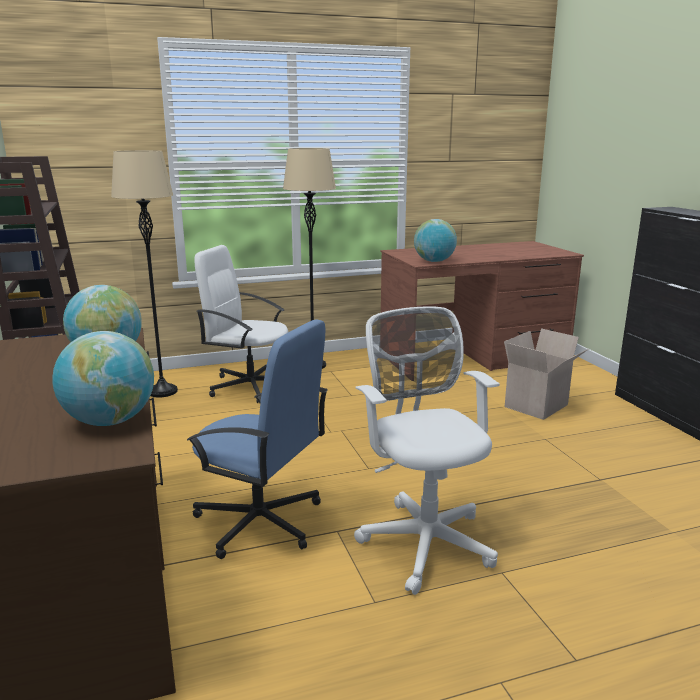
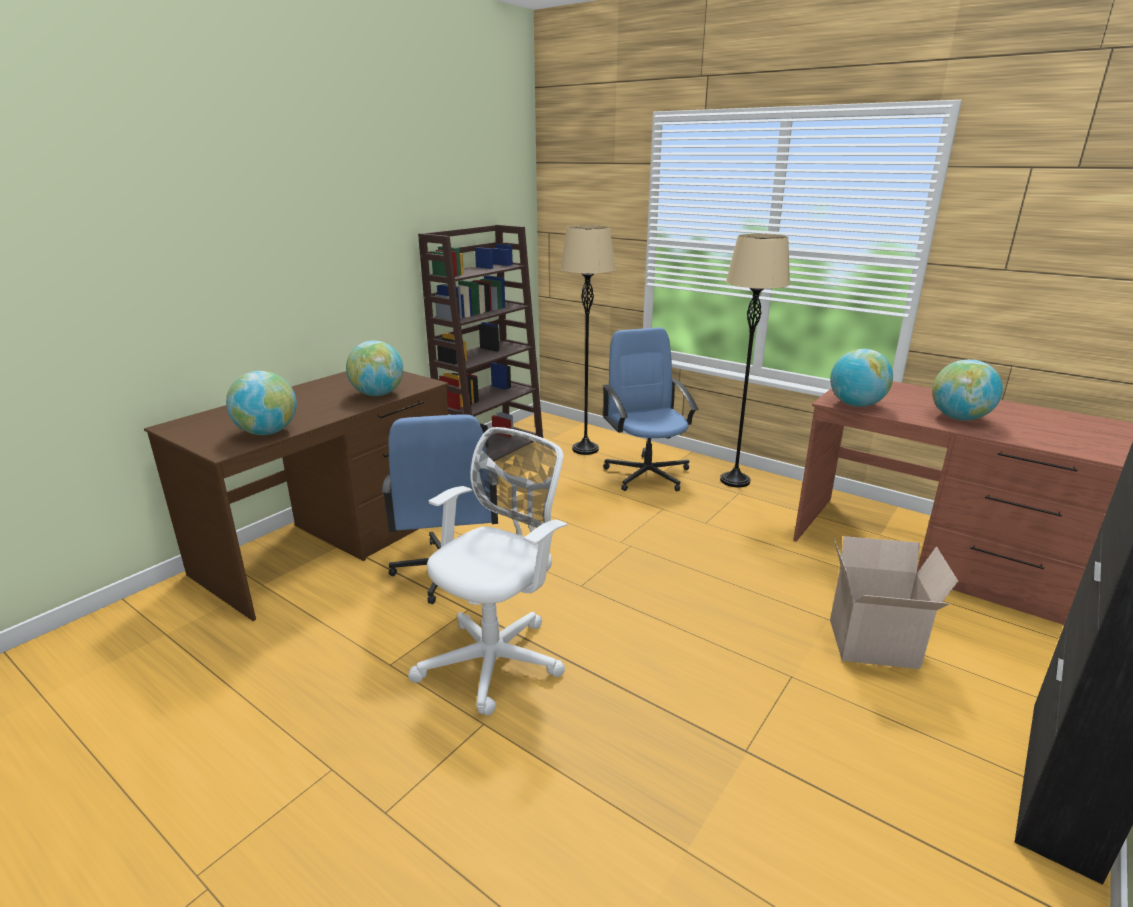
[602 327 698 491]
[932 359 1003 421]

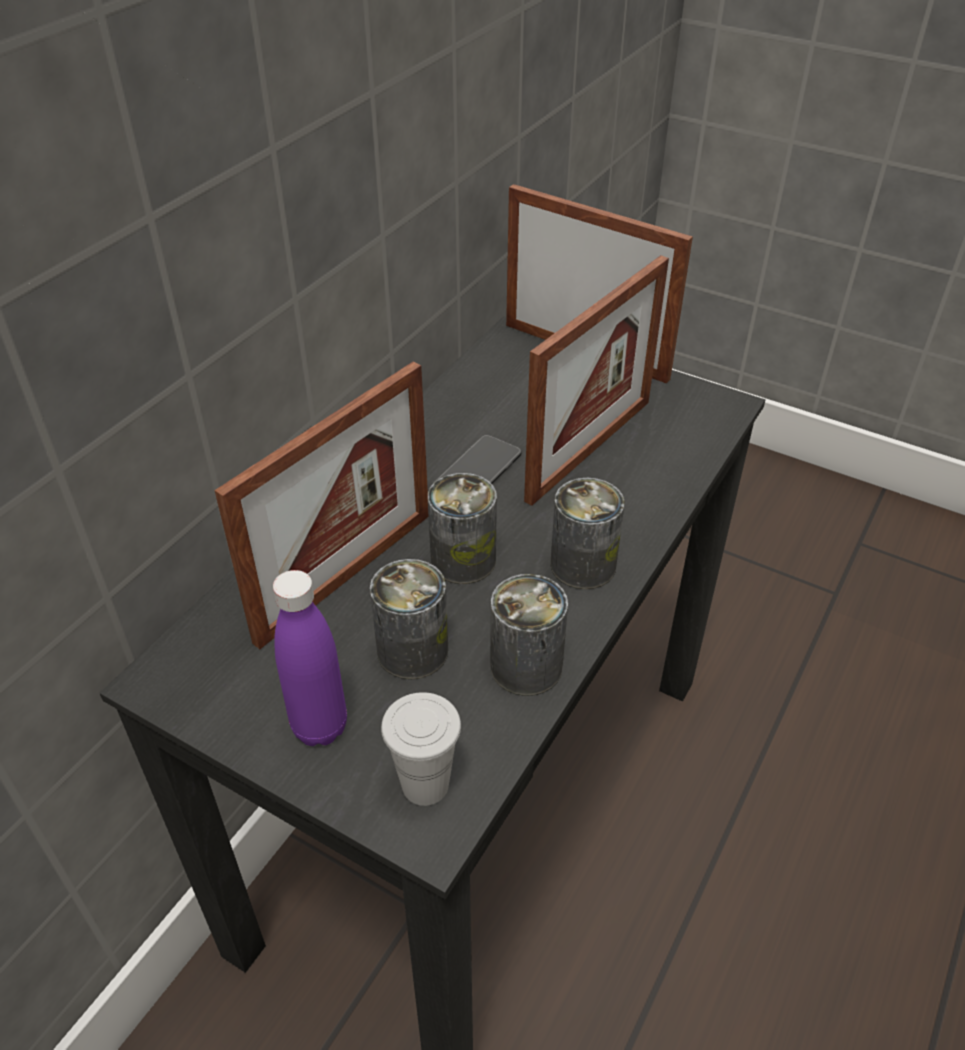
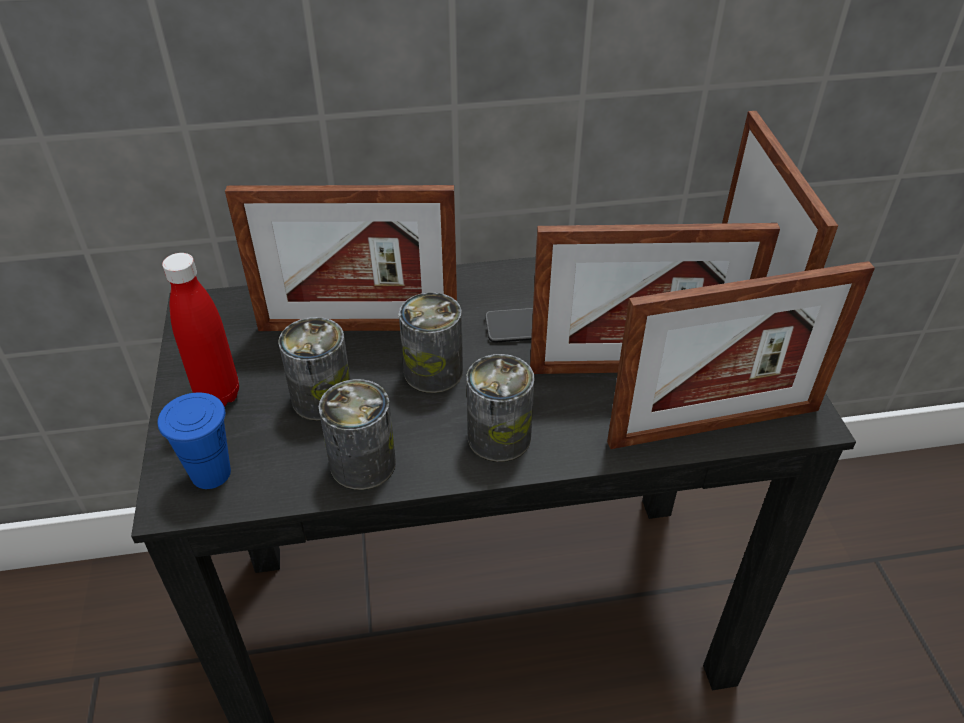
[162 253 239 407]
[158 392 231 489]
[607 261 875 449]

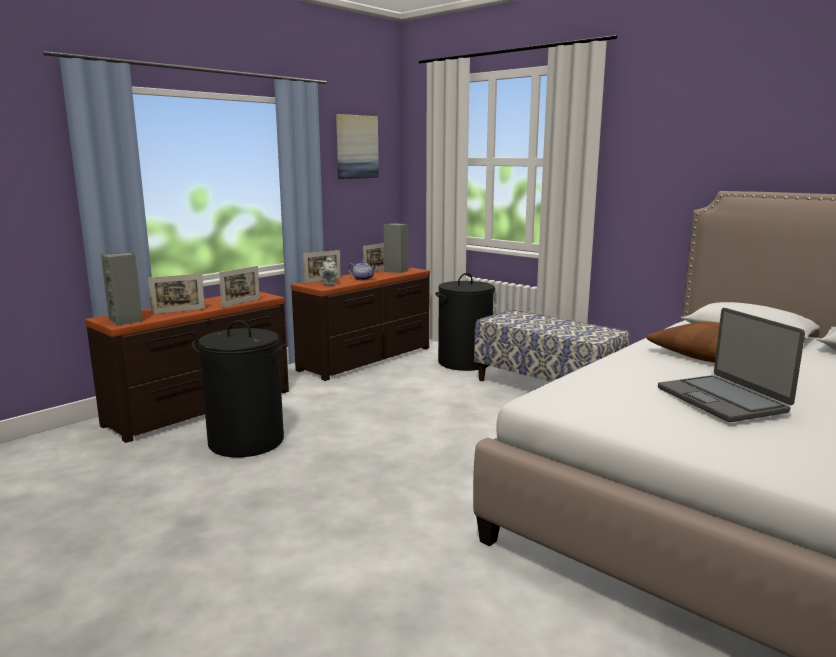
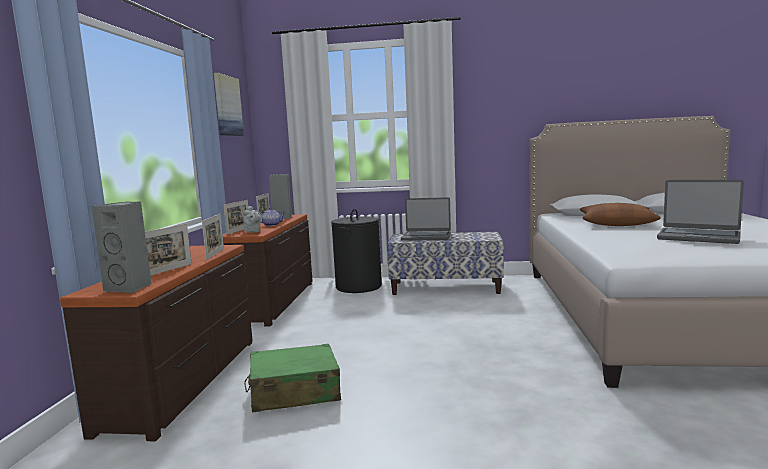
[244 344 341 413]
[401 197 451 240]

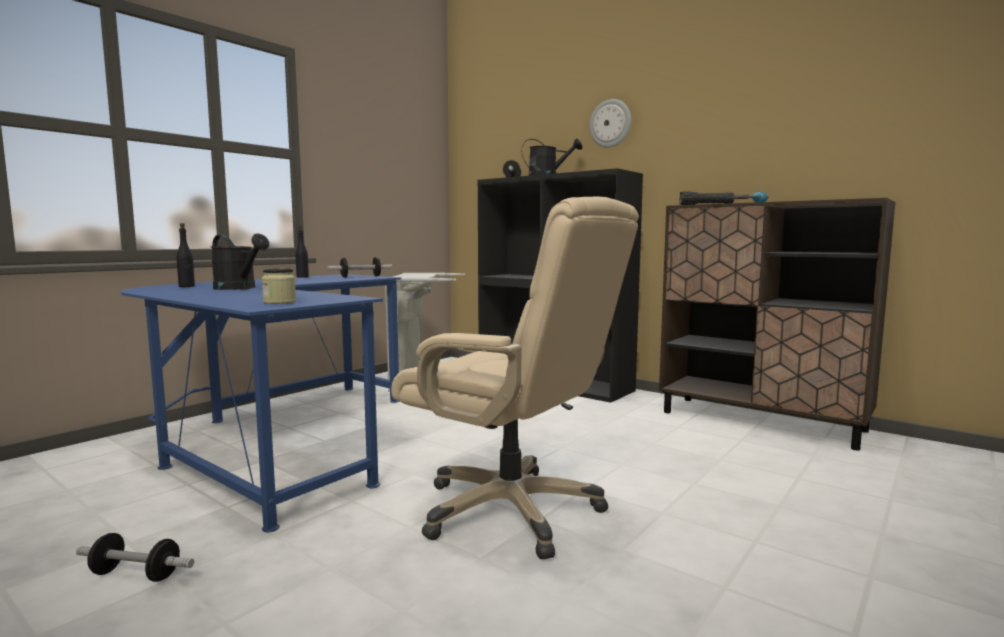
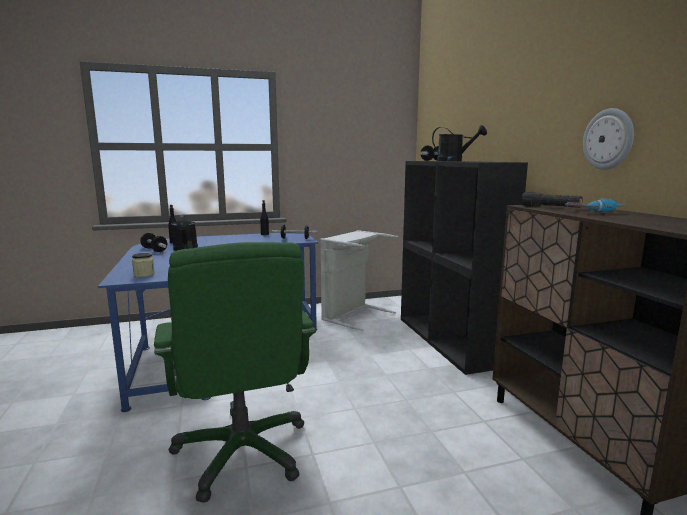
[140 233 167 252]
[154 242 316 503]
[583 108 634 170]

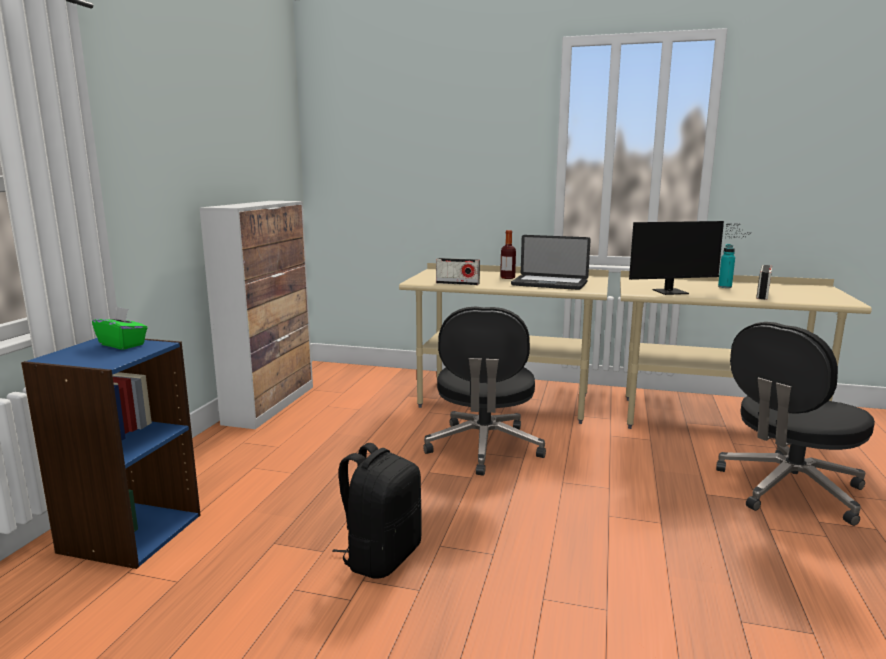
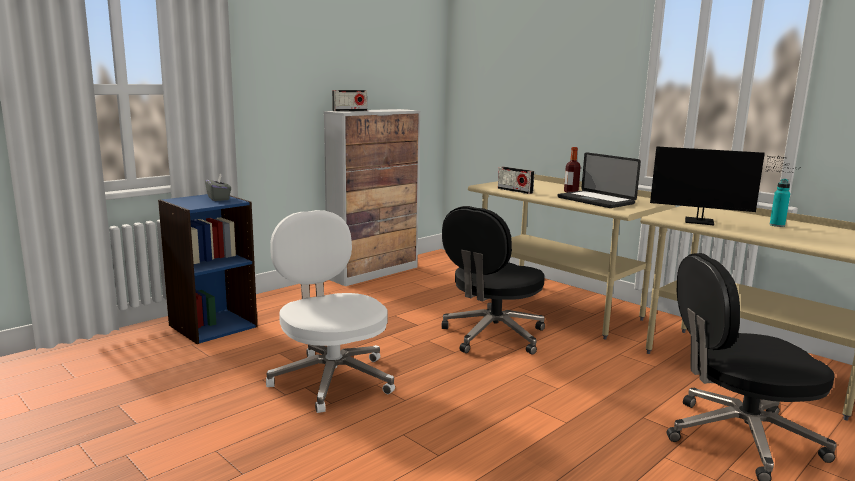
[205 174 231 201]
[266 210 395 413]
[332 90 367 111]

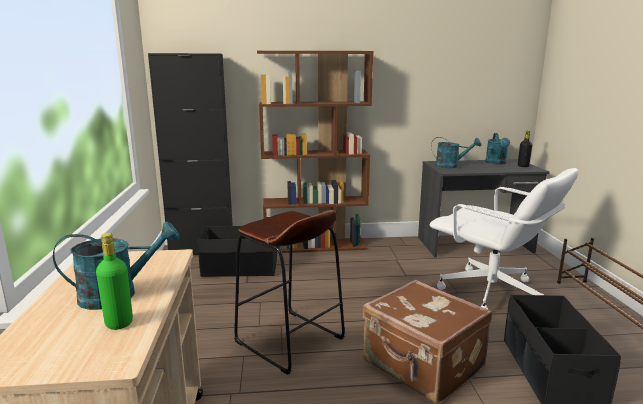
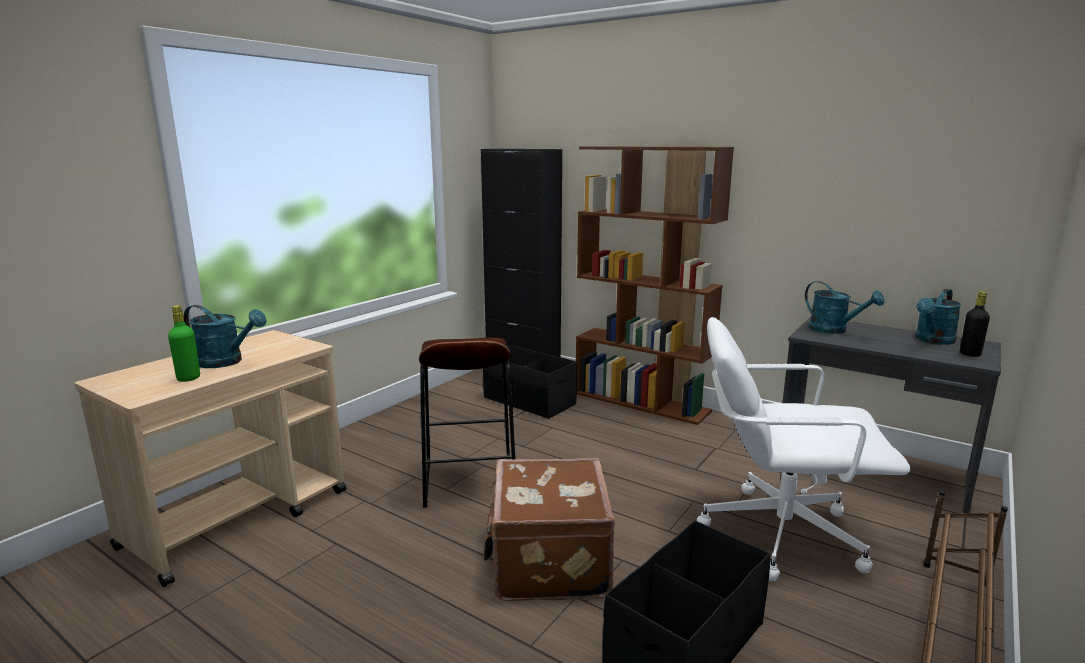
[697 317 910 582]

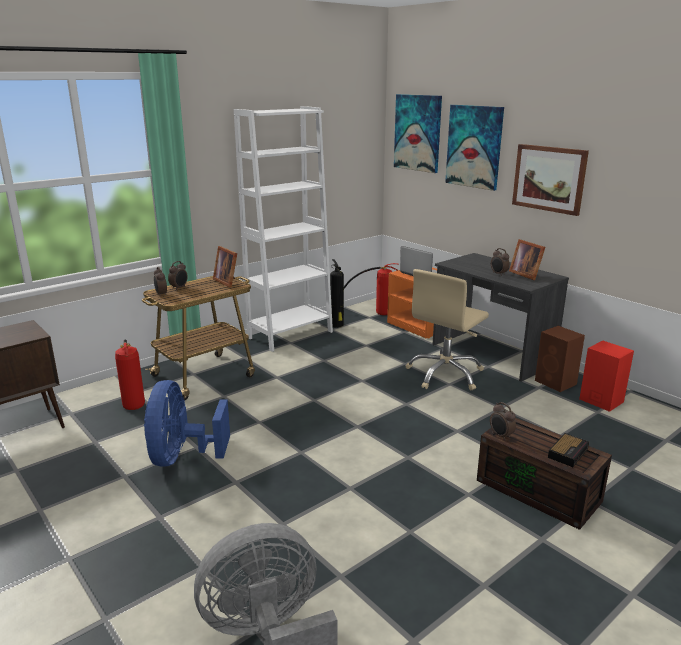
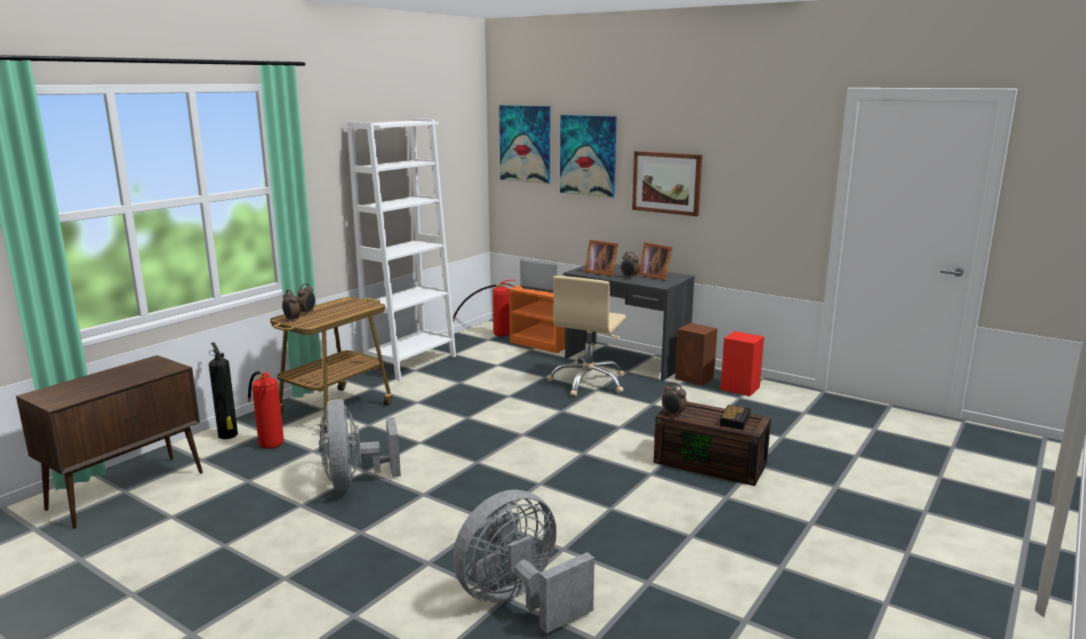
[319 399 401 490]
[585 240 618 276]
[209 342 238 439]

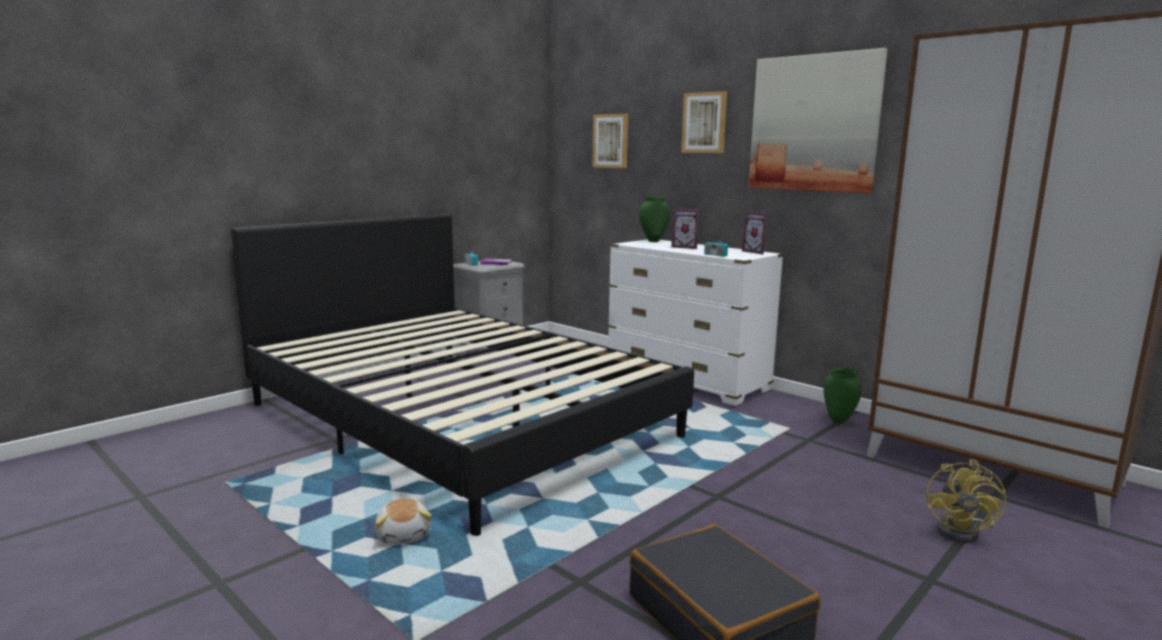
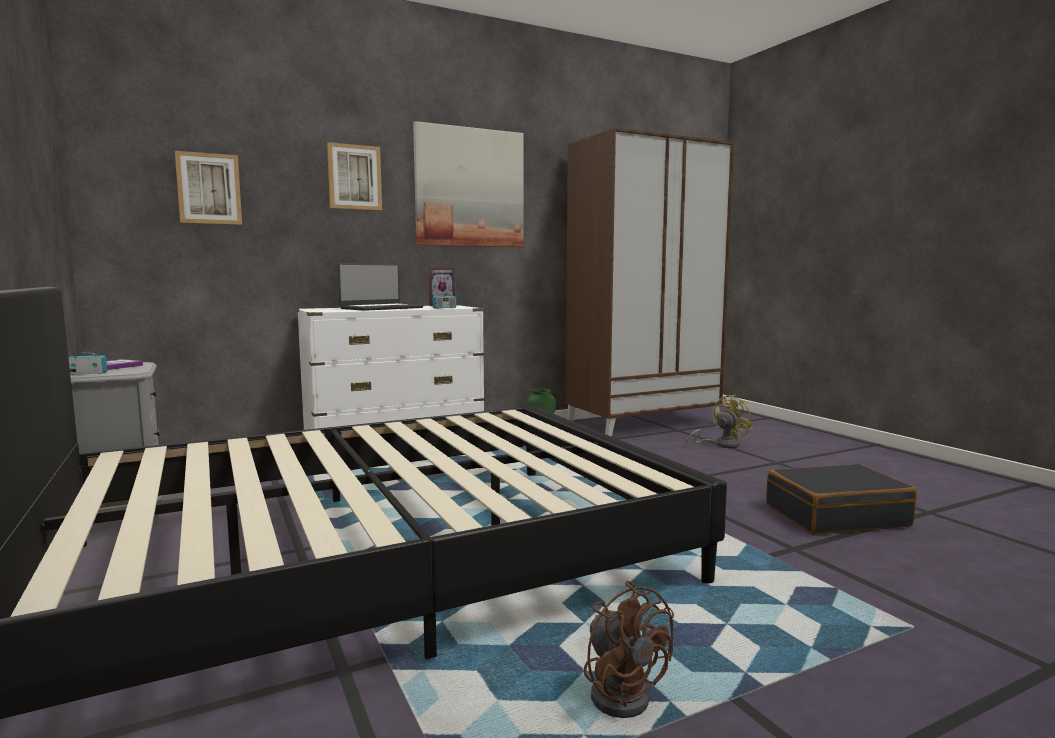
[375 499 432 545] (first image)
[639 197 670 242] (first image)
[338 263 423 311]
[685 395 753 448]
[584 581 674 718]

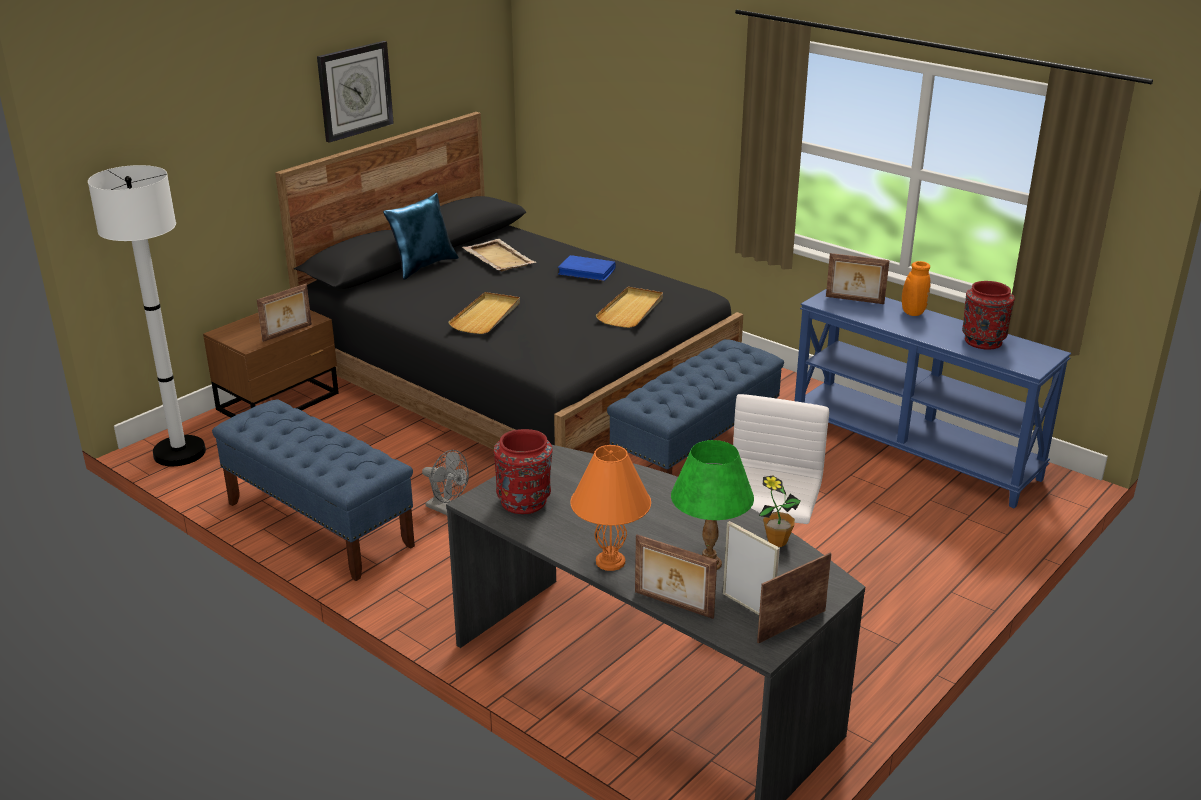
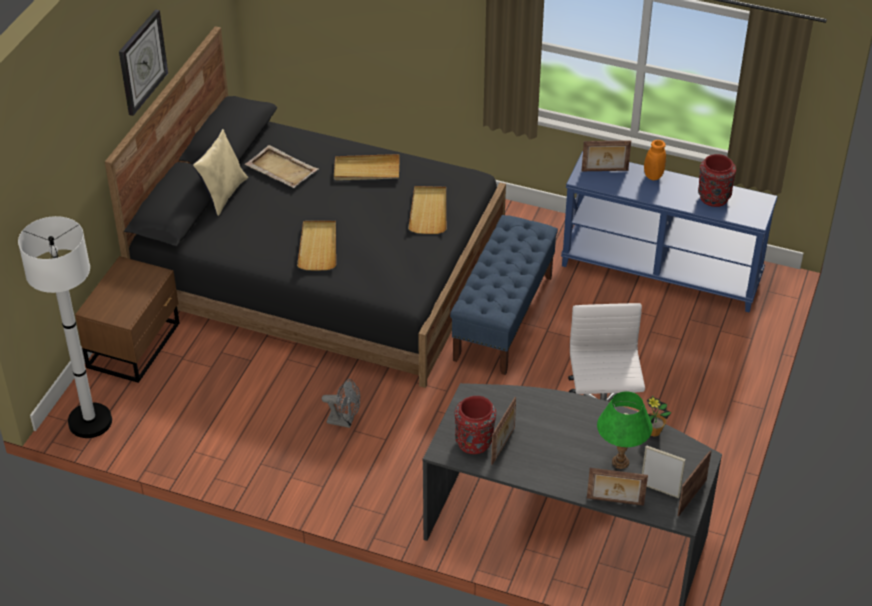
[212 399 415 581] (first image)
[491 397 516 465]
[193 129 248 216]
[334 154 400 180]
[570 445 651 571] (first image)

